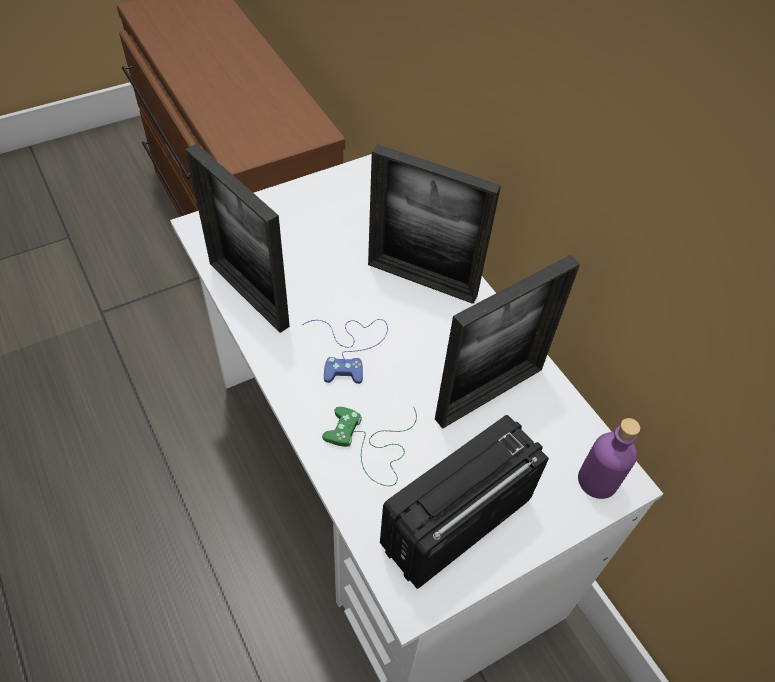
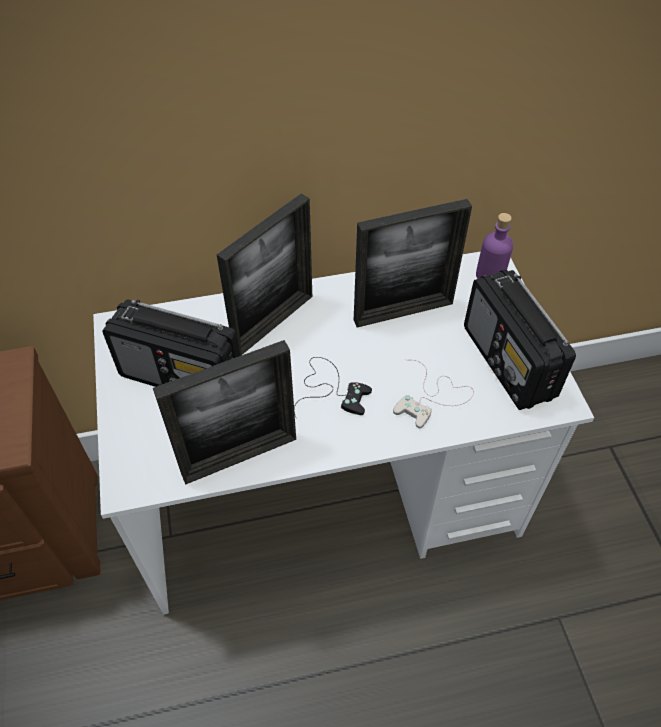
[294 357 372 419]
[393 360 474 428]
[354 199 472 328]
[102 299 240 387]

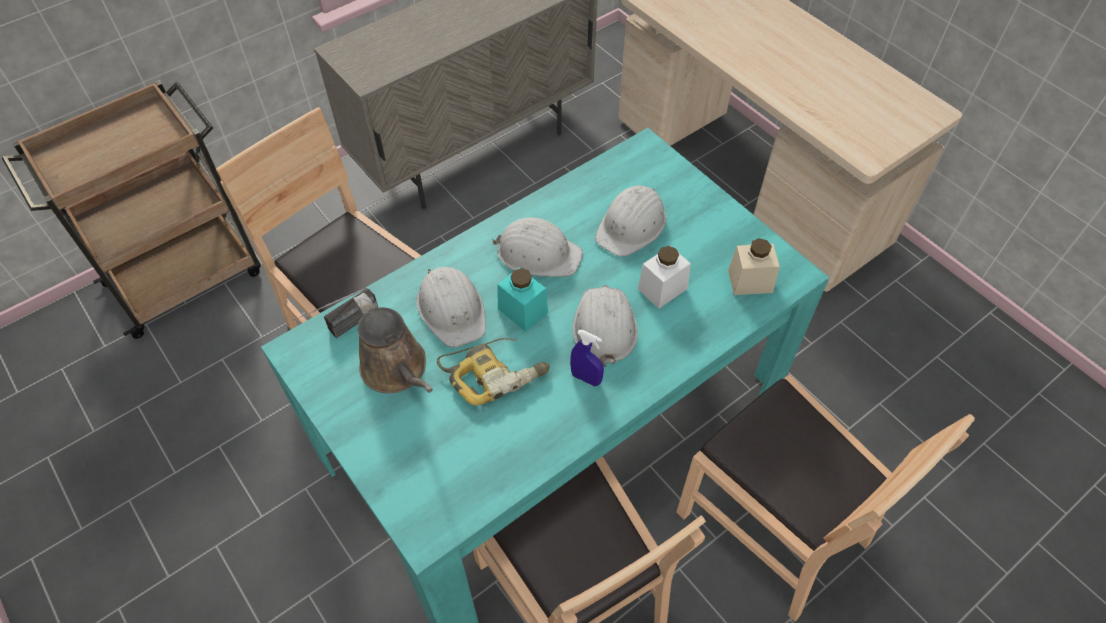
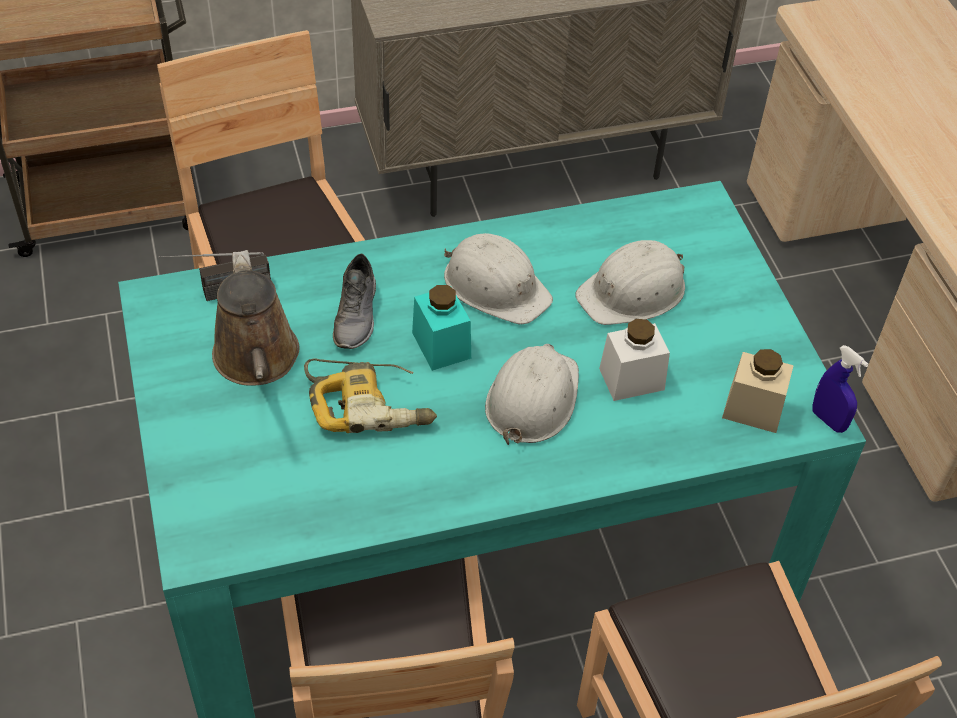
[333 254 376 349]
[813 345 869 433]

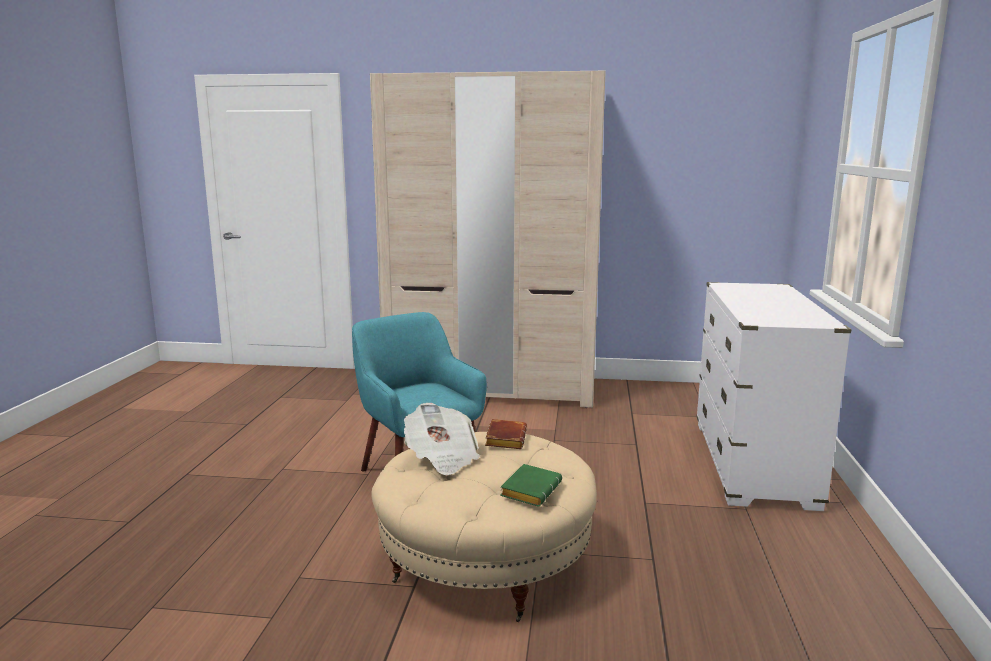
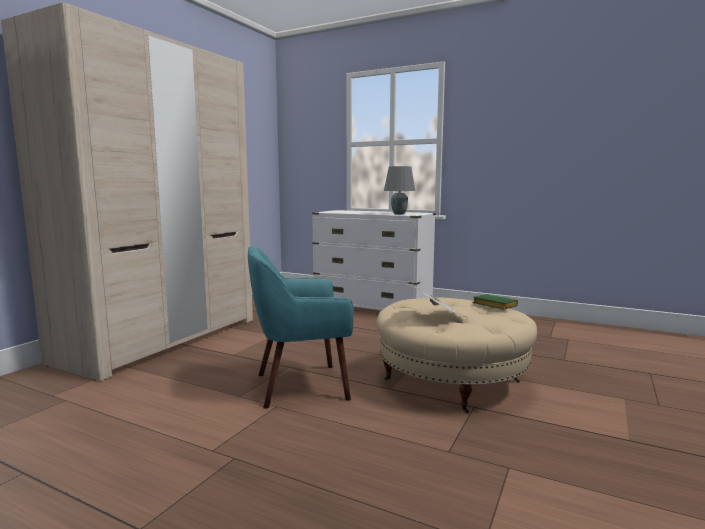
[485 419 527 449] (first image)
[384 166 415 215]

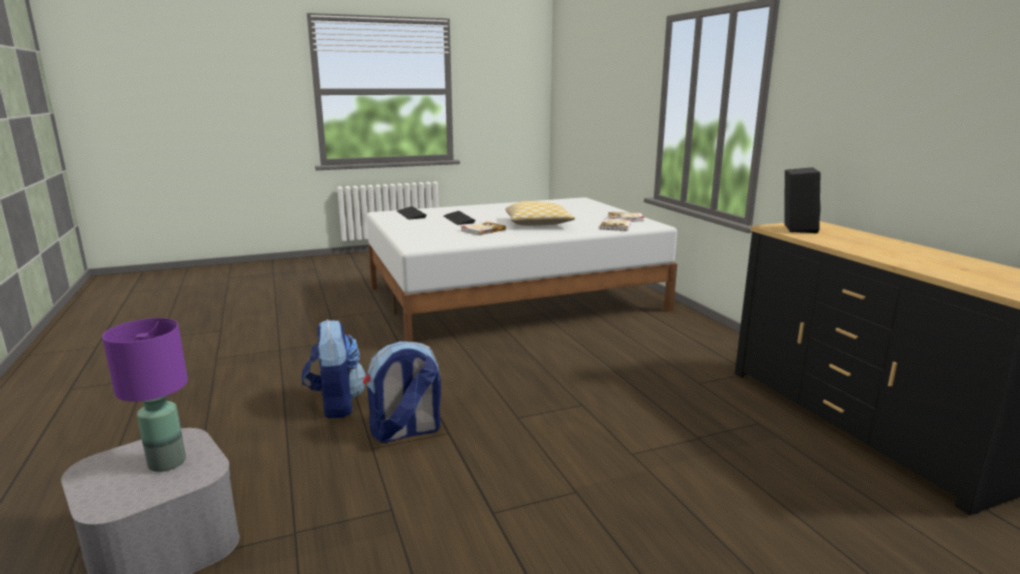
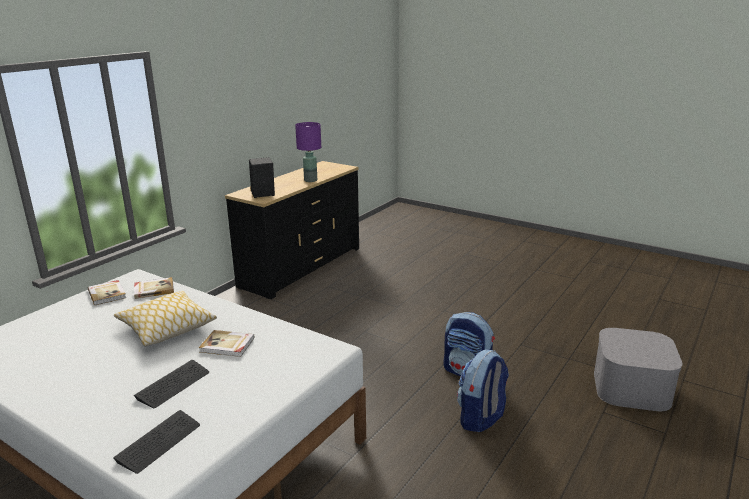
[295 122 321 182]

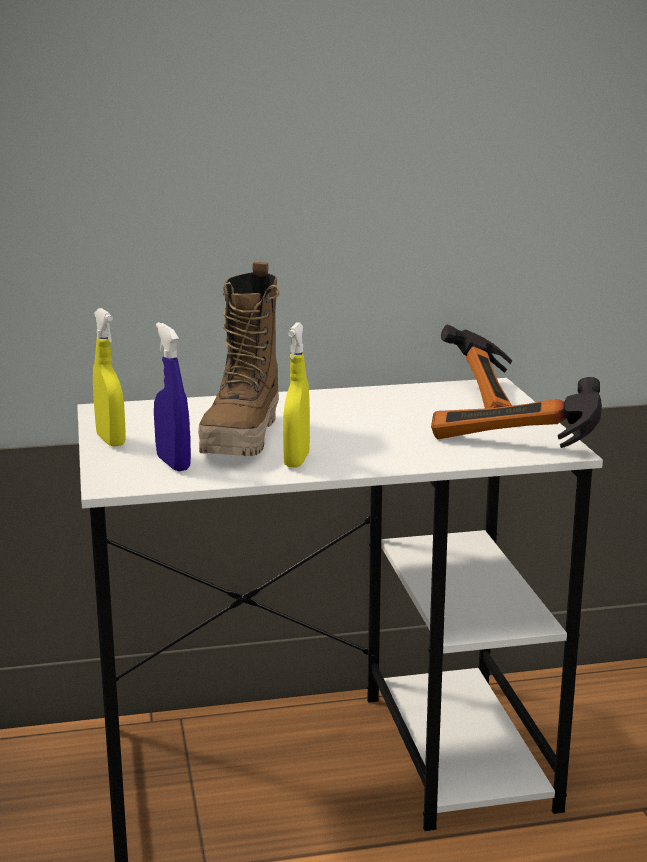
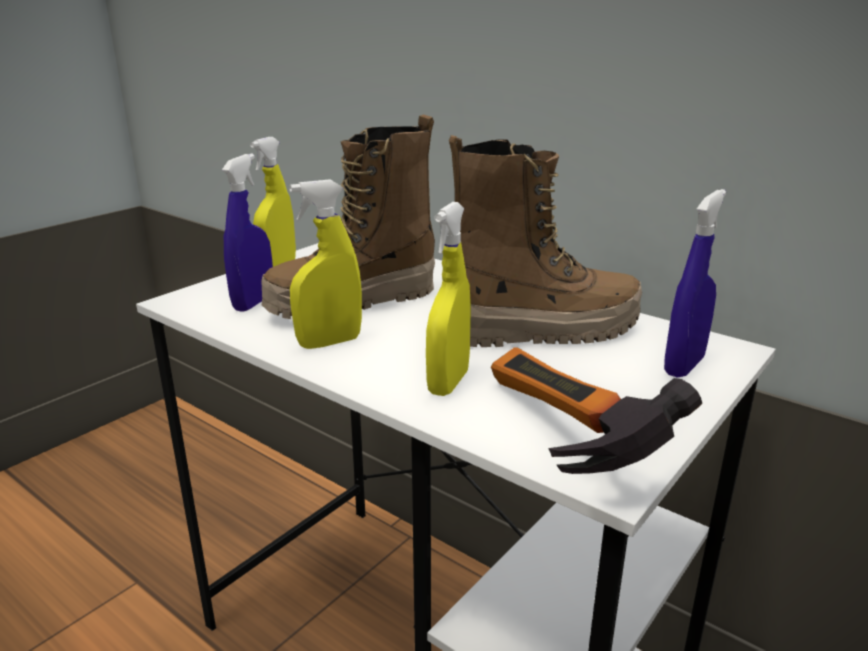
[664 189 726 378]
[426 202 471 396]
[449 135 642 347]

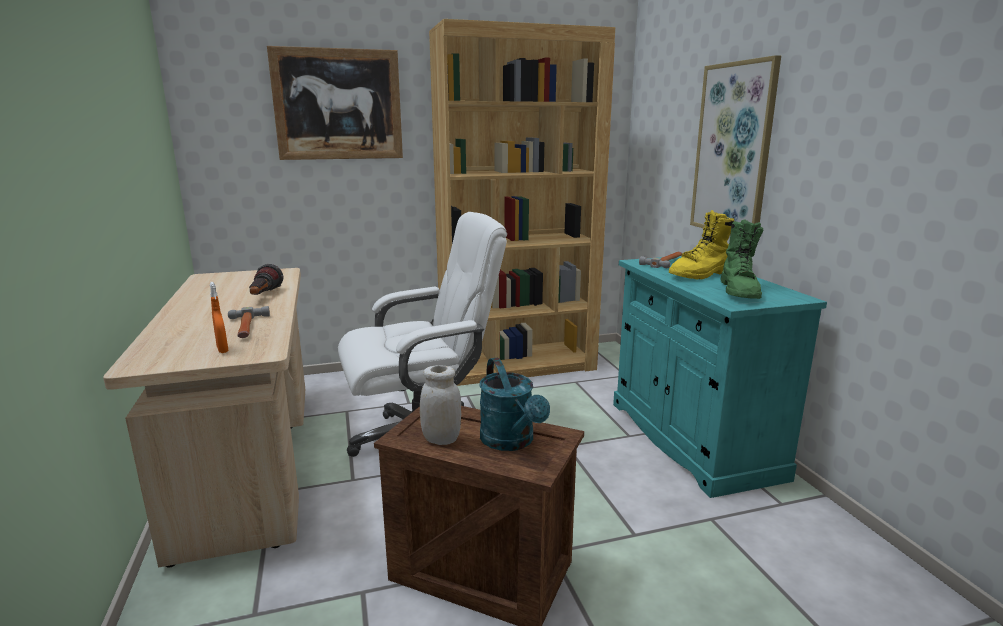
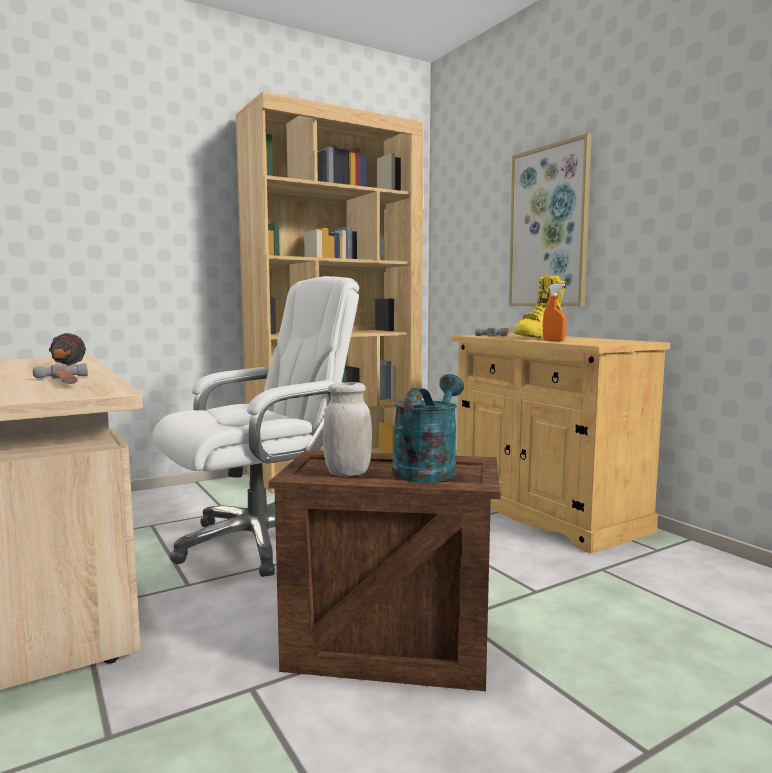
[543 284 566 341]
[267 46 403 160] (first image)
[392 374 464 482]
[452 334 670 553]
[720 219 763 299] (first image)

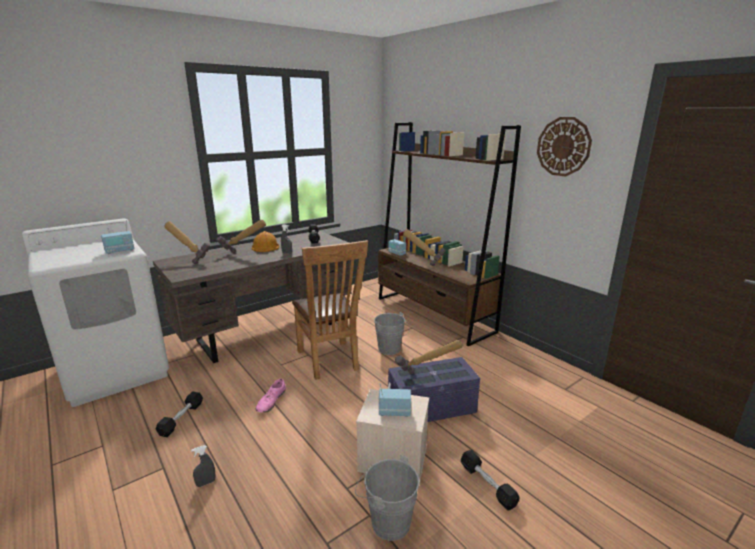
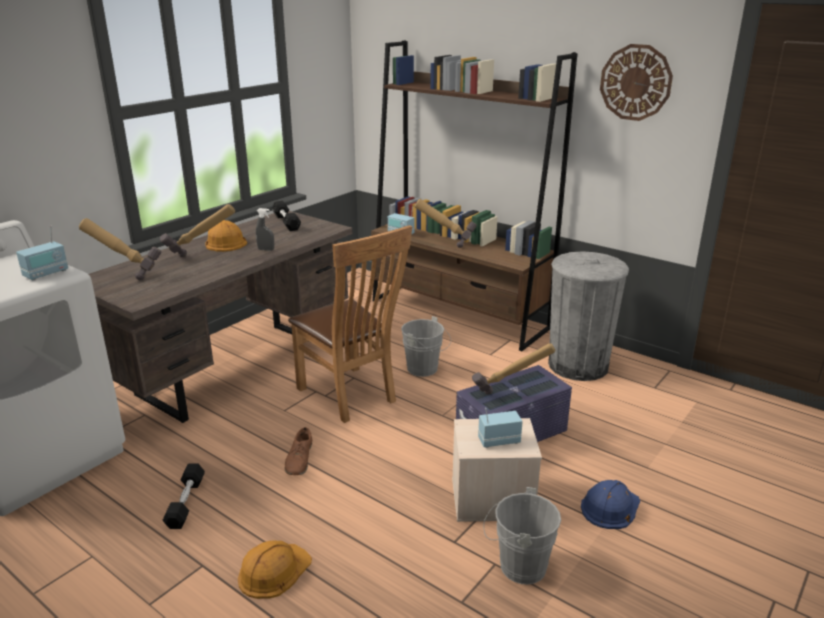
[238 540 312 599]
[284 427 312 475]
[581 480 640 529]
[548 251 629 381]

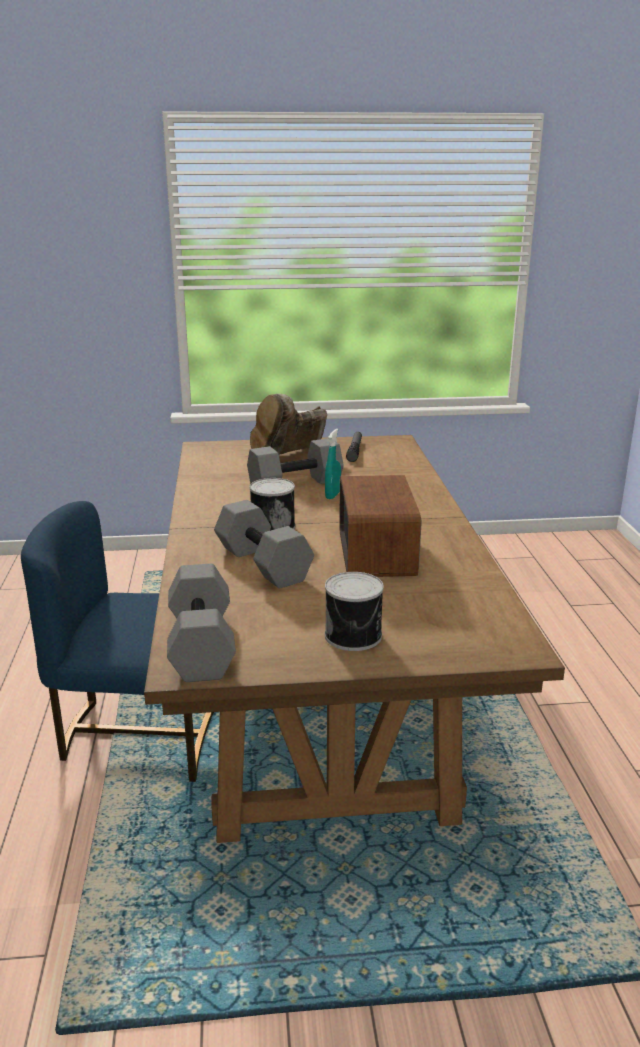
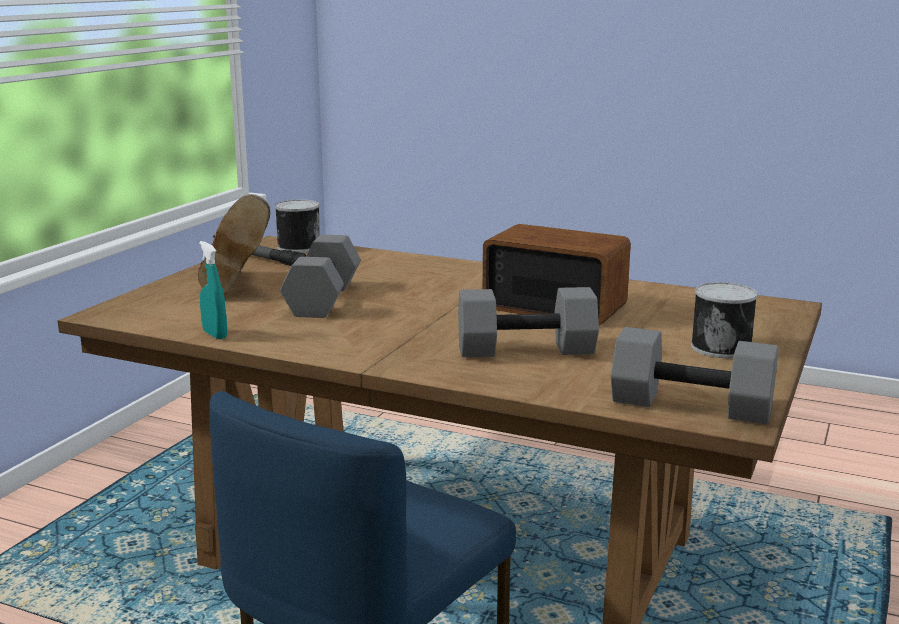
[275 200 320 253]
[199 241 227 339]

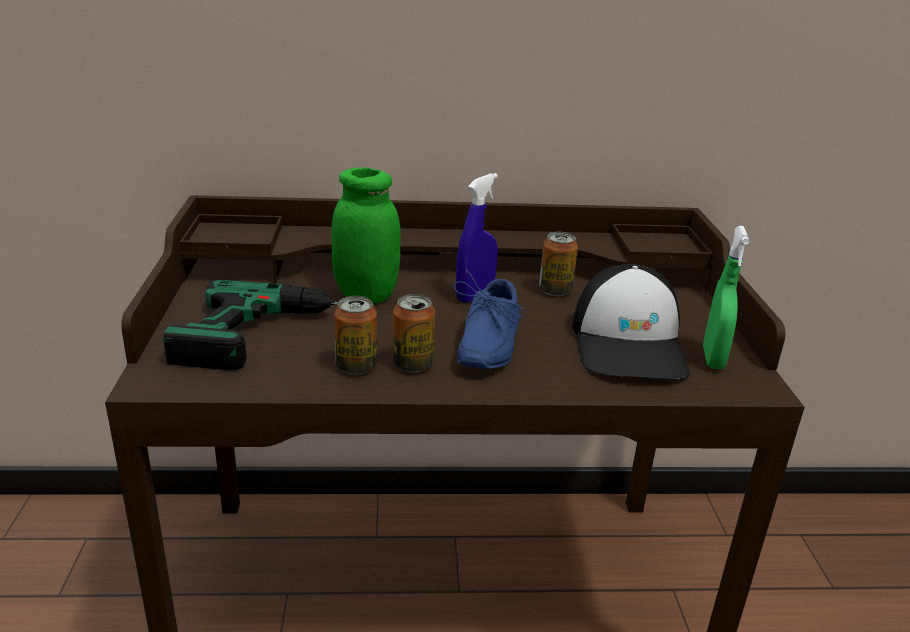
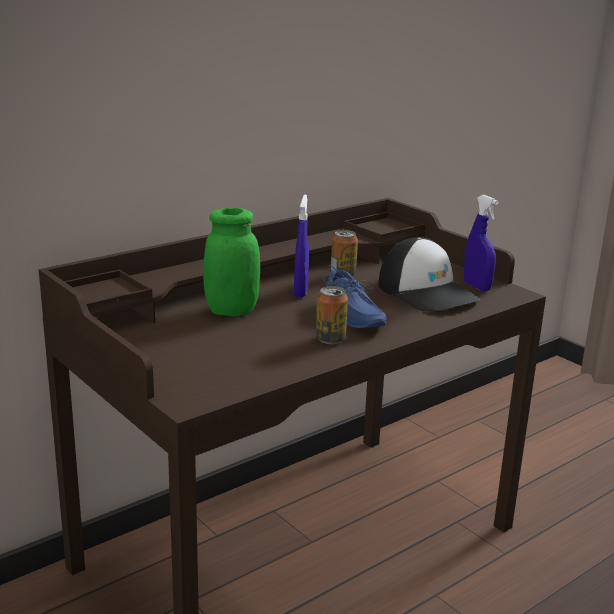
[163 280 338 370] (first image)
[334 296 377 375] (first image)
[464 195 498 291]

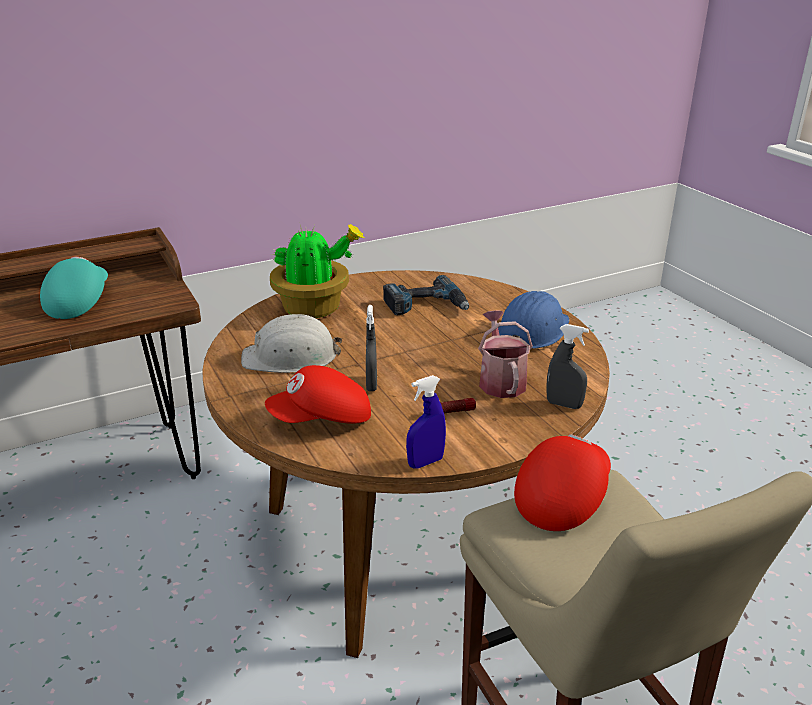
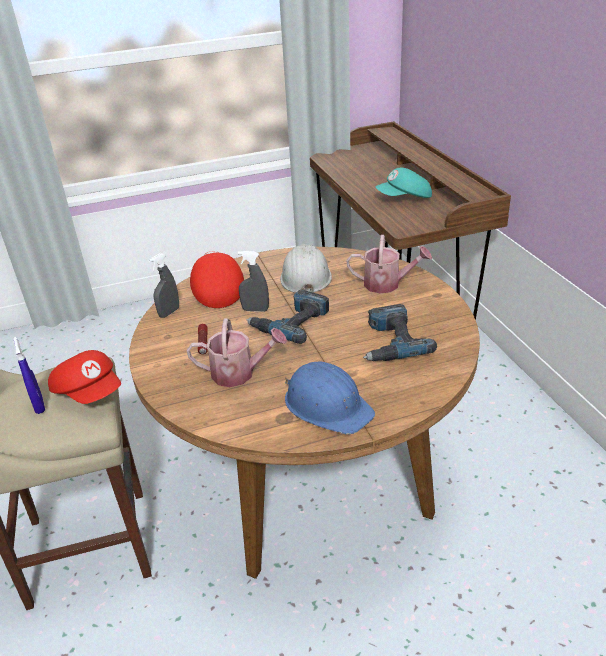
[376 168 432 198]
[346 235 432 294]
[13 337 45 414]
[149 253 179 318]
[246 290 329 344]

